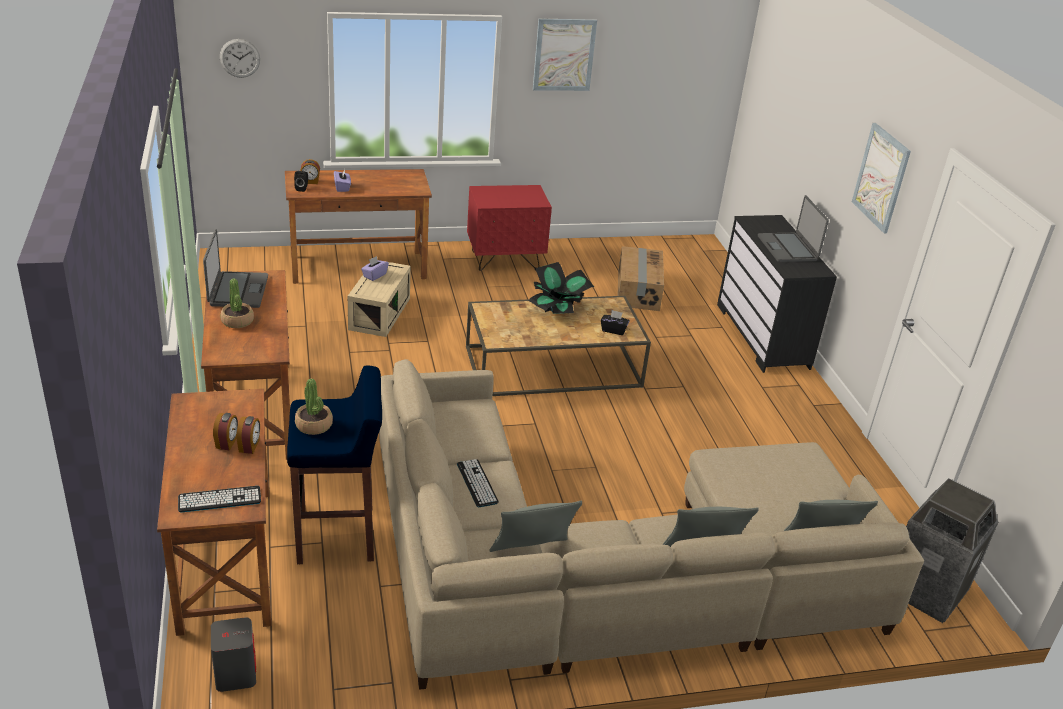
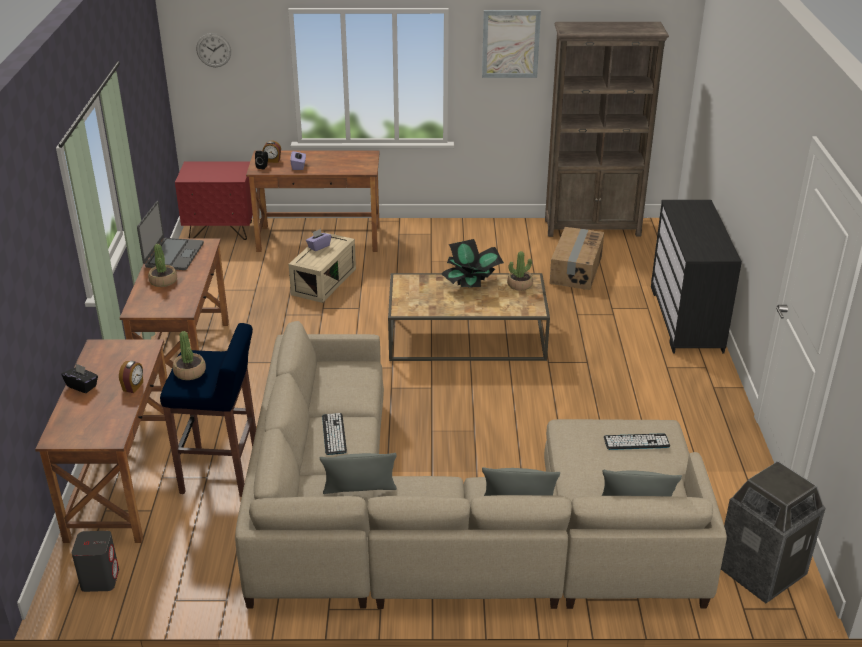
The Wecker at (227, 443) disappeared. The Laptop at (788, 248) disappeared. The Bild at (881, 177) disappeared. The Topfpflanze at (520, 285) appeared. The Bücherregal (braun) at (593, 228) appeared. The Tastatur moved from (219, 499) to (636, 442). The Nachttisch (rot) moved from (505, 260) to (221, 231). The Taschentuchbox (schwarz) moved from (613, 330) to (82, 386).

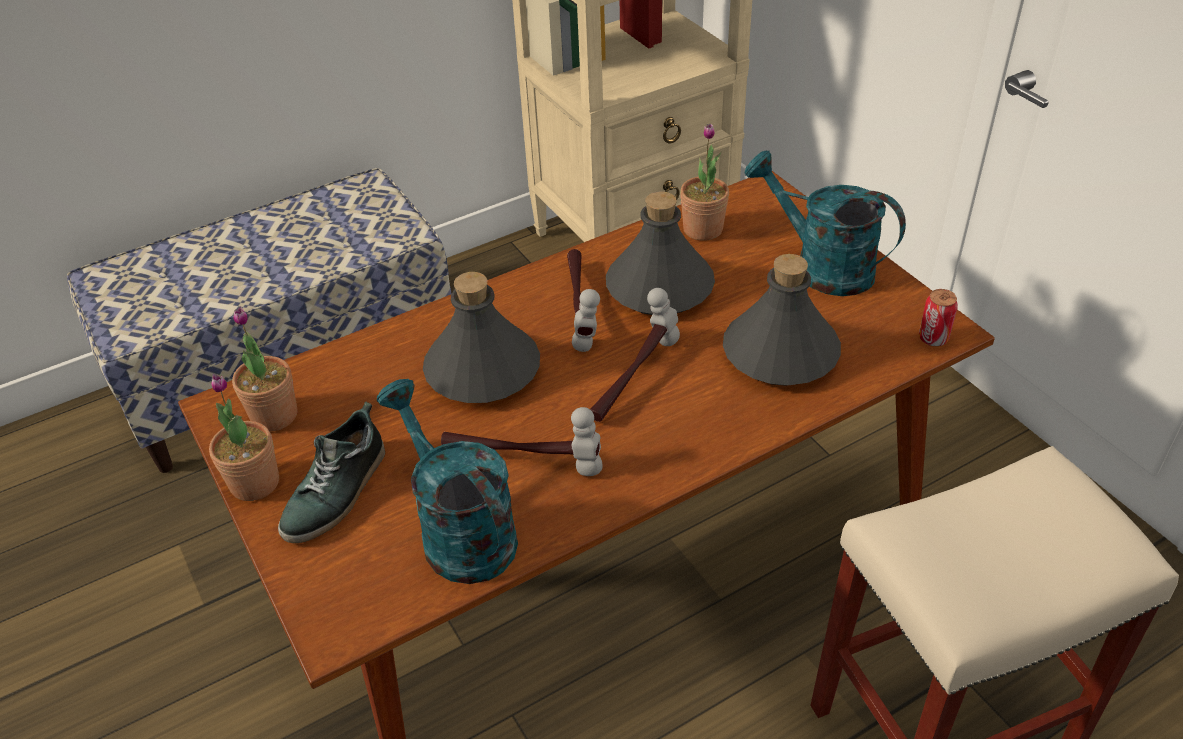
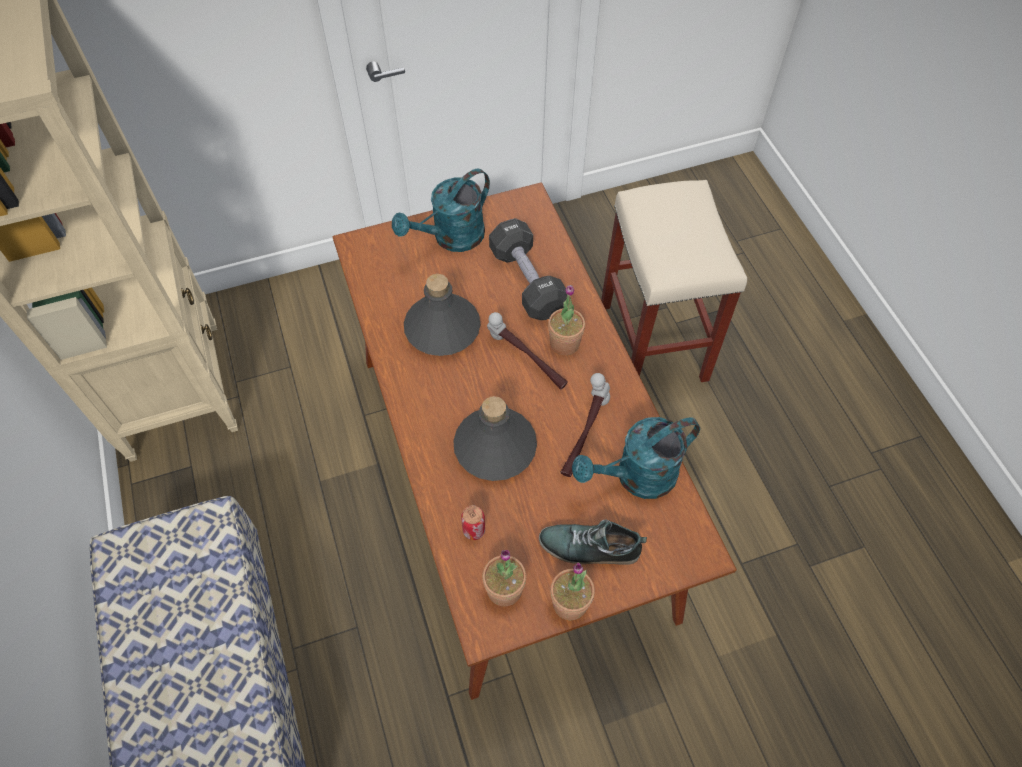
The Hammer at (581, 307) disappeared. The Topfpflanze moved from (703, 229) to (564, 343). The Dose moved from (933, 338) to (474, 530). The Flasche (grau) at (780, 354) was replaced by the Hantel (schwarz) at (527, 281). The Schuh at (337, 492) turned 150 degrees clockwise.

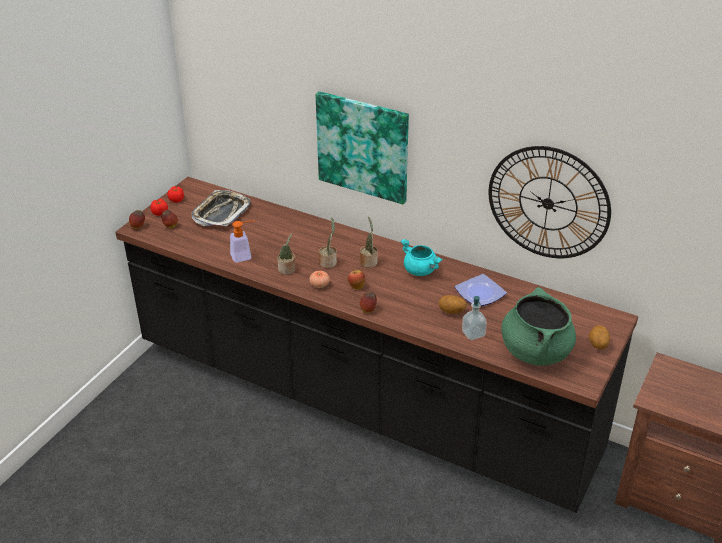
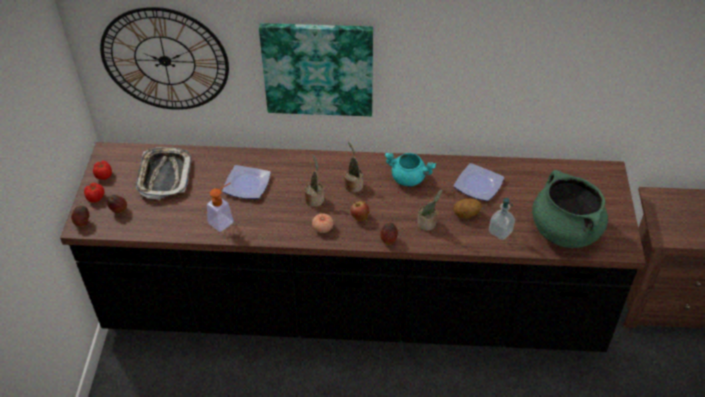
The Kartoffel at (597, 345) disappeared. The Teller at (246, 184) appeared. The Topfpflanze moved from (287, 270) to (428, 224). The Wanduhr moved from (548, 203) to (165, 60).

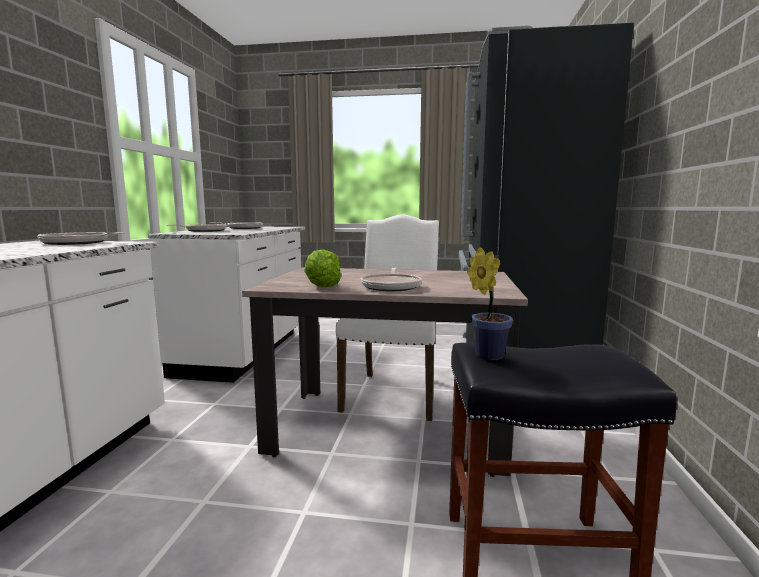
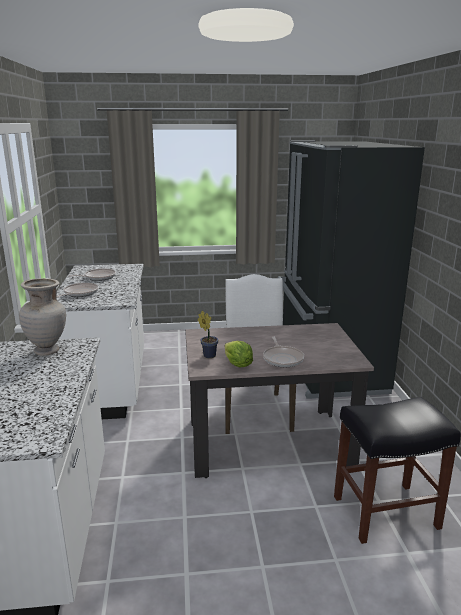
The Topfpflanze moved from (486, 355) to (208, 355). The Pfanne at (77, 243) was replaced by the Vase (beige) at (48, 351).

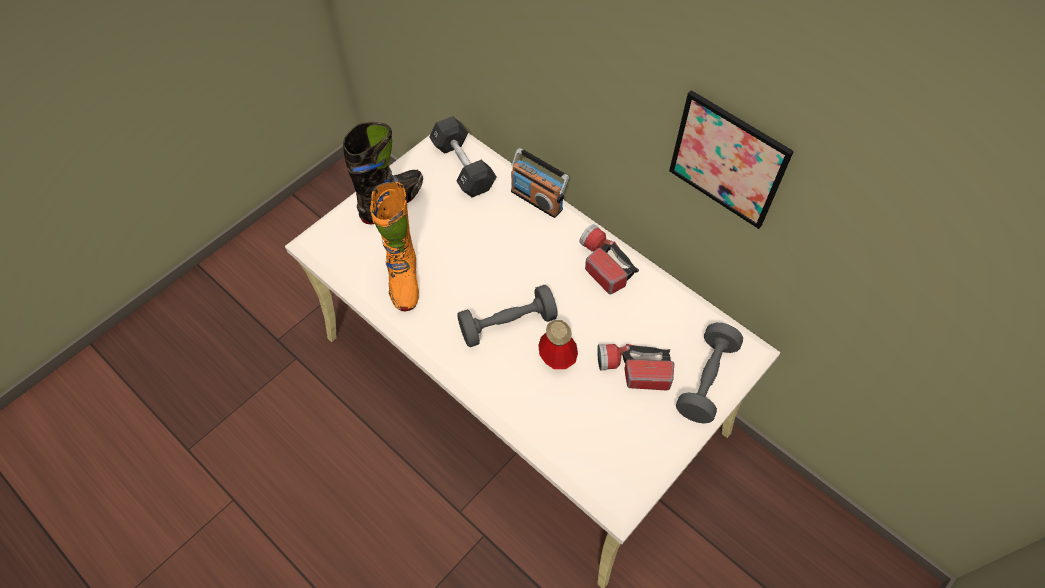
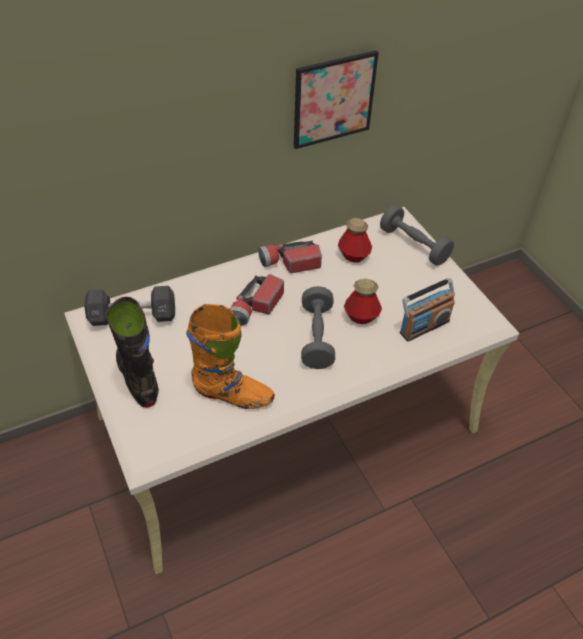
The Flasche at (353, 255) appeared. The Radio moved from (537, 199) to (424, 326). The Taschenlampe moved from (633, 370) to (255, 307).

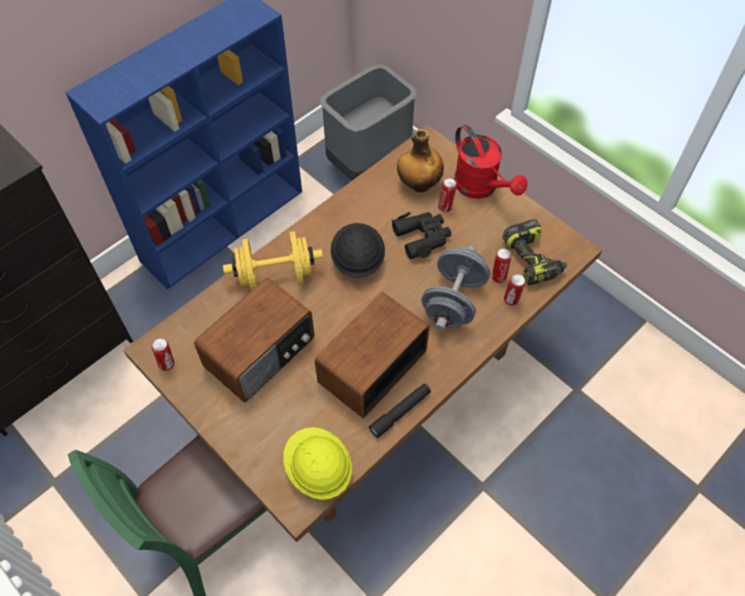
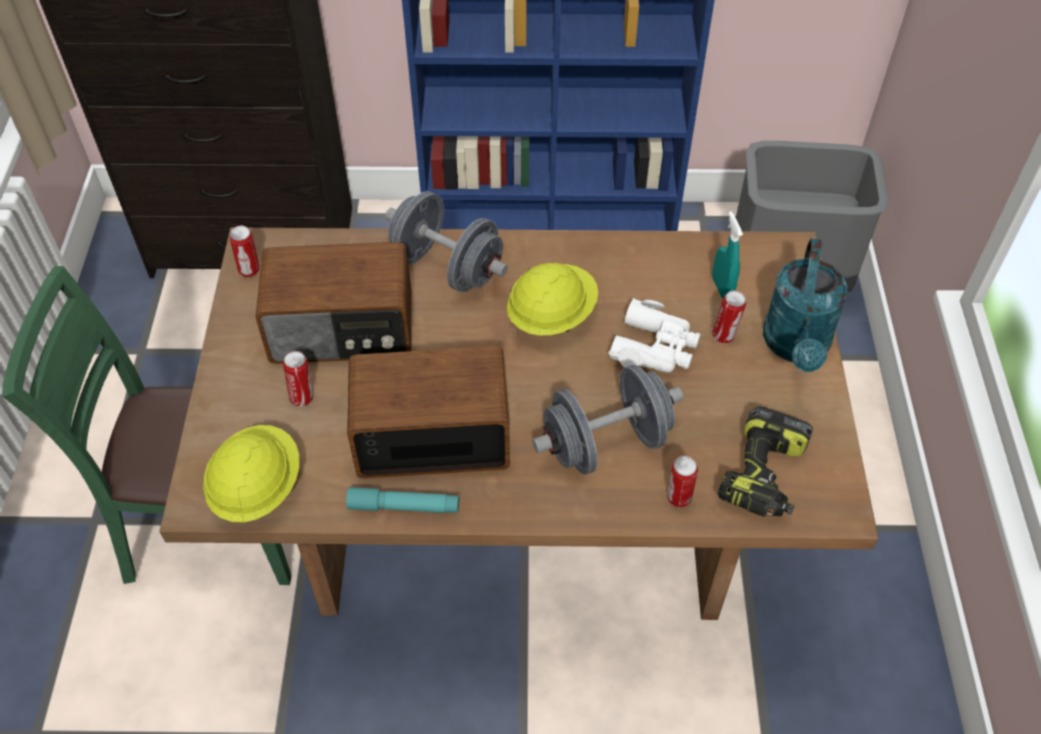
The Dose moved from (498, 277) to (302, 397). The Flasche at (419, 184) was replaced by the Sprühflasche (türkis) at (722, 288). The Hantel (gelb) at (276, 276) became the Hantel (grau) at (447, 267). The Schutzhelm (schwarz) at (357, 260) became the Schutzhelm (gelb) at (551, 315). The Taschenlampe (schwarz) at (400, 412) became the Taschenlampe (türkis) at (404, 506). The Fernglas (schwarz) at (422, 237) became the Fernglas (weiß) at (655, 347). The Gießkanne (rot) at (481, 188) became the Gießkanne (türkis) at (797, 347).

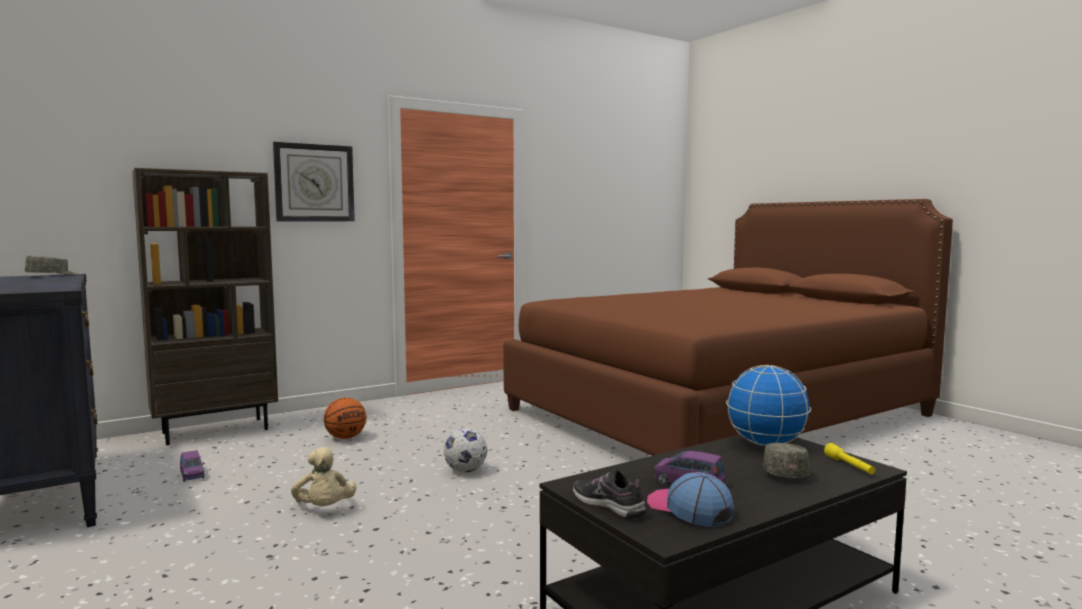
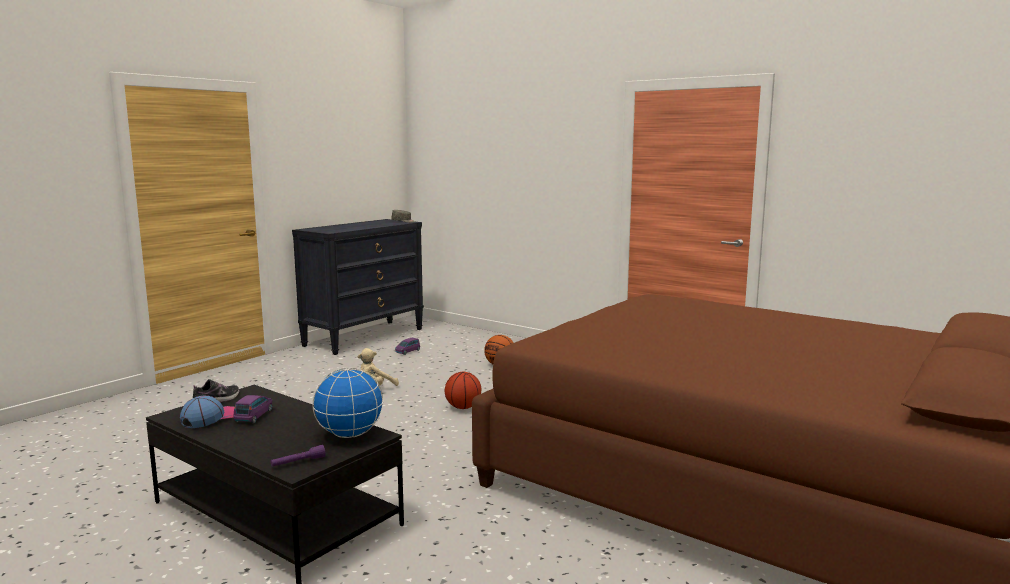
The Bücherregal (braun) at (216, 430) disappeared. The Wanduhr at (314, 183) disappeared. The Kappe (grau) at (783, 472) disappeared. The Fußball at (465, 470) was replaced by the Basketball at (463, 407). The Taschenlampe (gelb) at (849, 466) became the Taschenlampe (lila) at (298, 462).

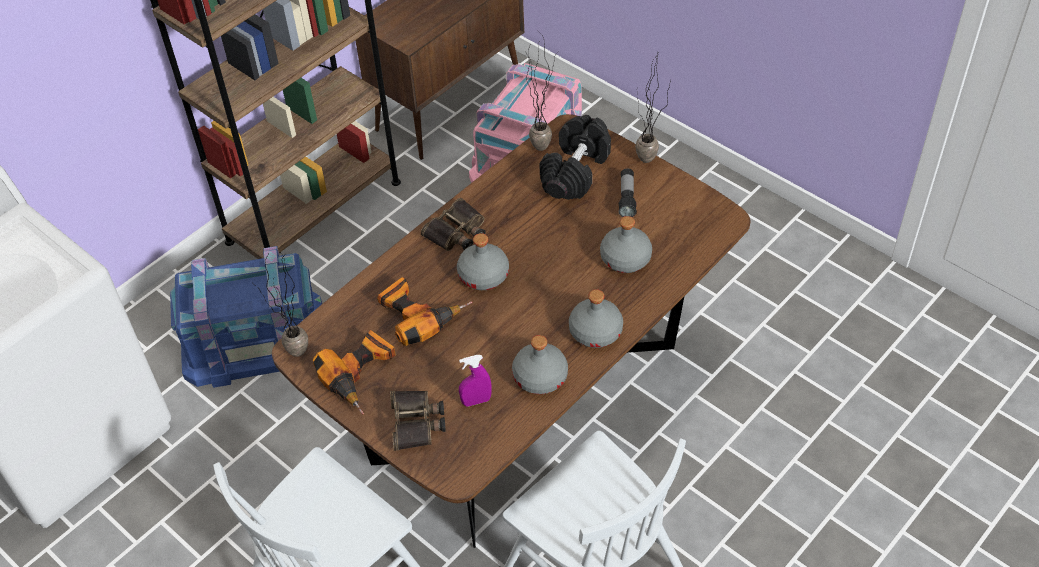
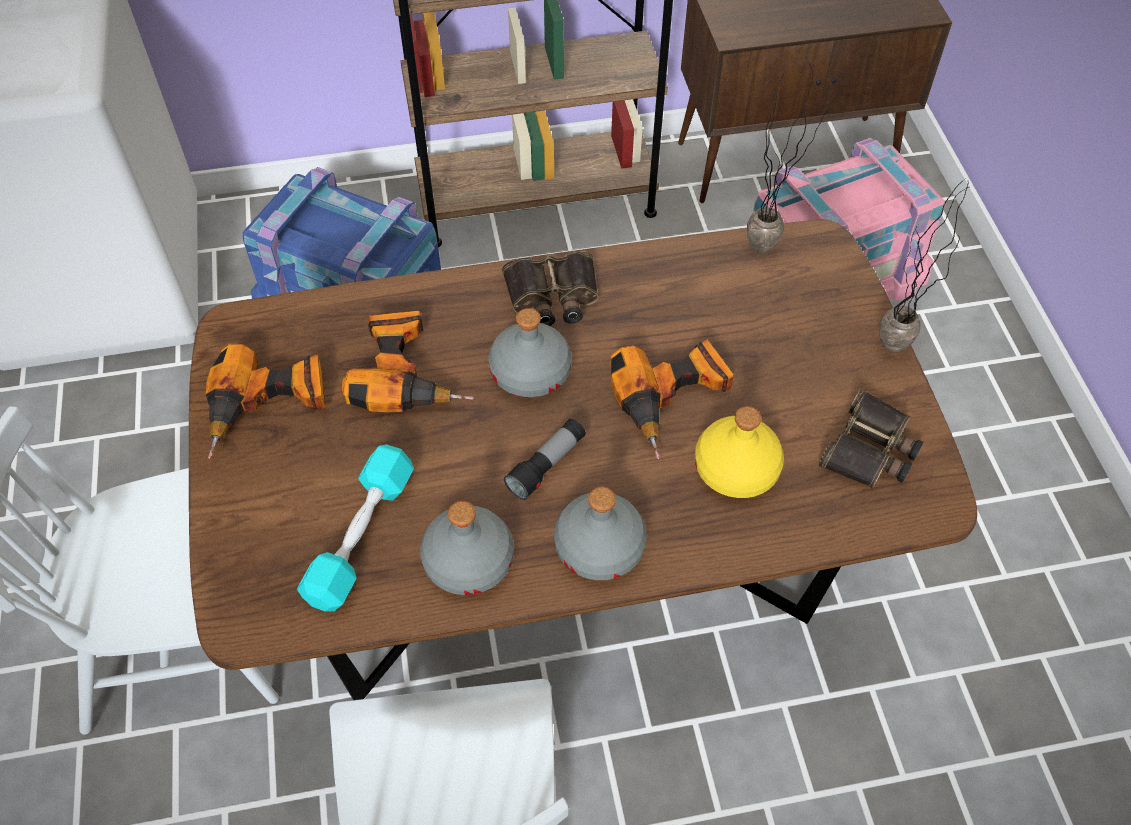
The Topfpflanze at (294, 358) disappeared. The Hantel (schwarz) at (575, 171) disappeared. The Bohrmaschine at (673, 400) appeared. The Fernglas moved from (417, 423) to (870, 450). The Taschenlampe moved from (627, 198) to (546, 465). The Sprühflasche (lila) at (476, 401) was replaced by the Hantel (türkis) at (361, 537). The Flasche (grau) at (625, 259) became the Flasche (gelb) at (735, 469).

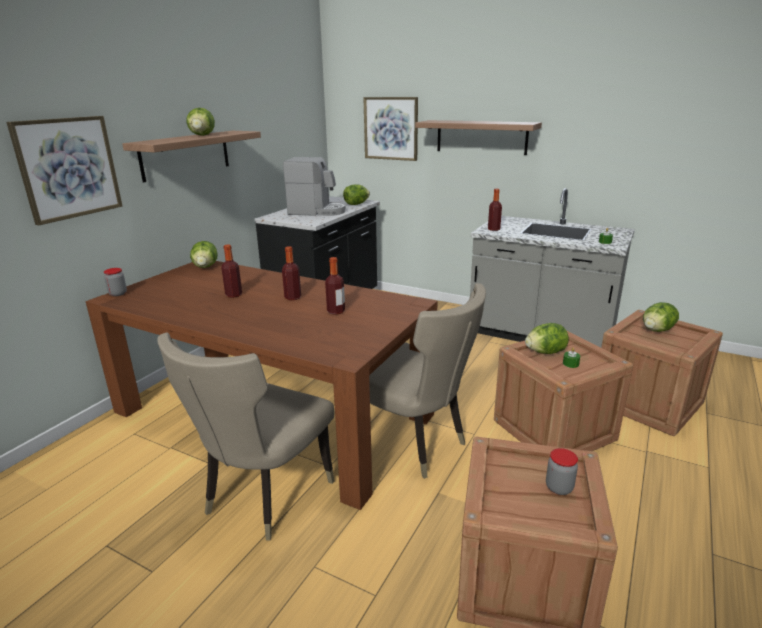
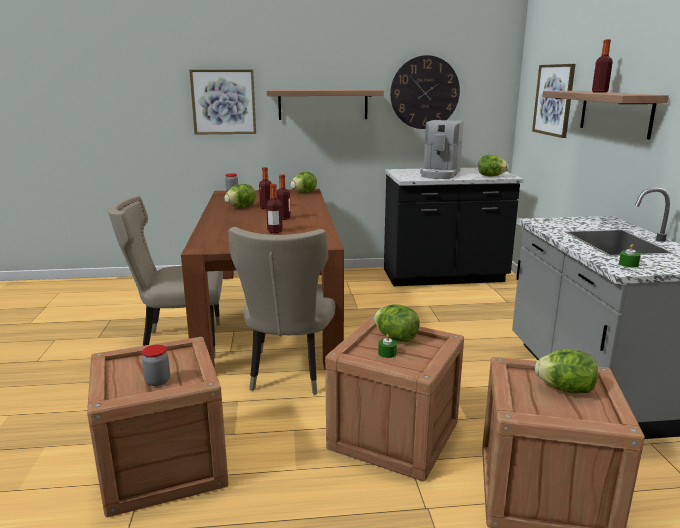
The Wanduhr at (424, 92) appeared. The Salatkopf moved from (202, 135) to (241, 207). The Flasche moved from (493, 229) to (599, 92). The Kaffeemaschine at (317, 211) turned 45 degrees clockwise.

